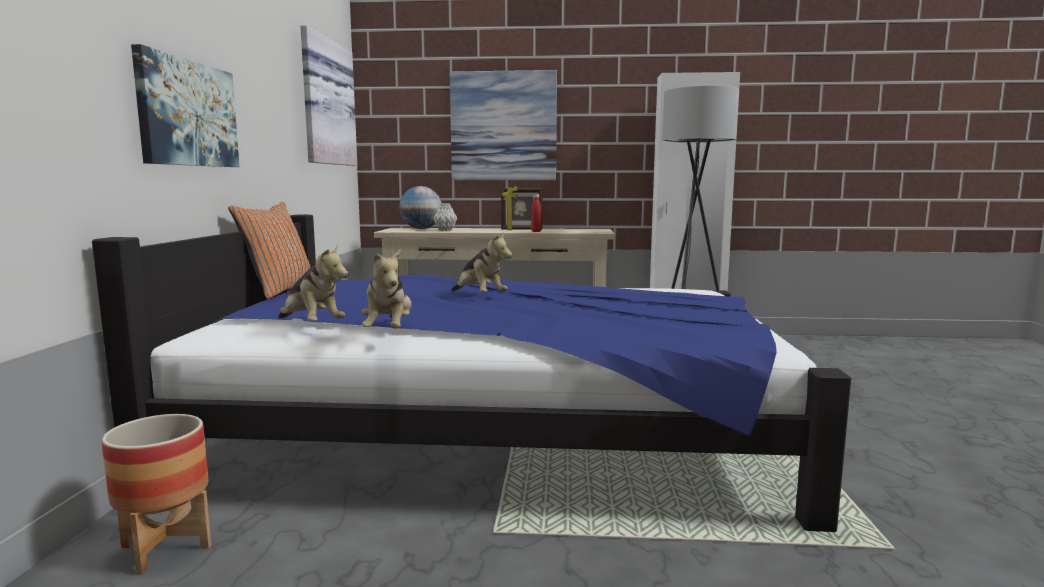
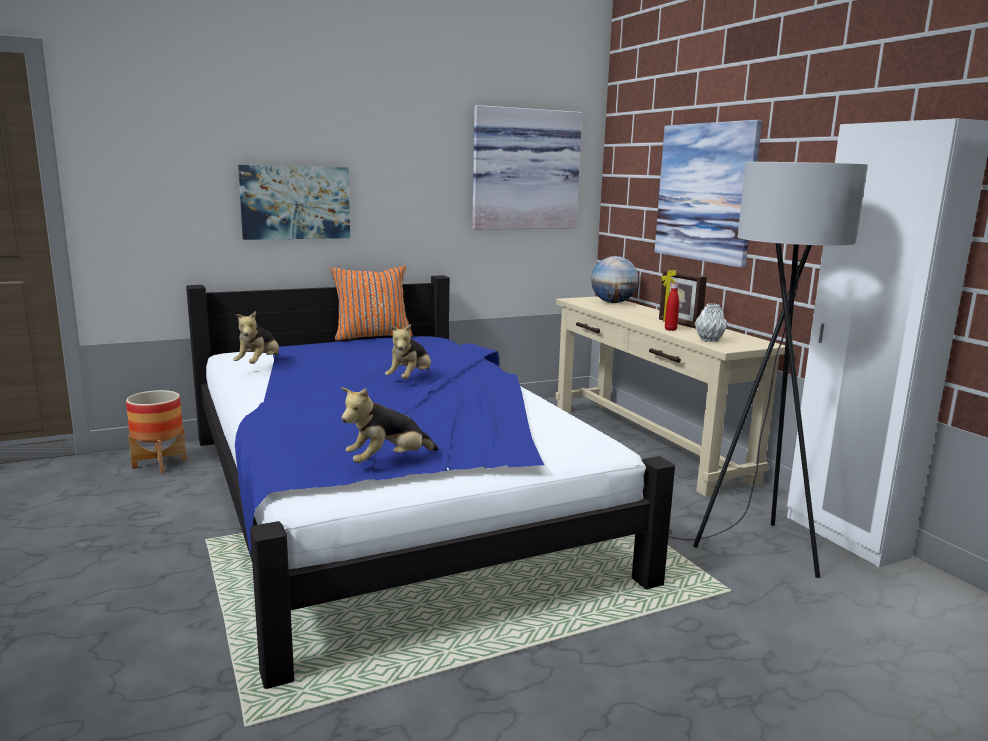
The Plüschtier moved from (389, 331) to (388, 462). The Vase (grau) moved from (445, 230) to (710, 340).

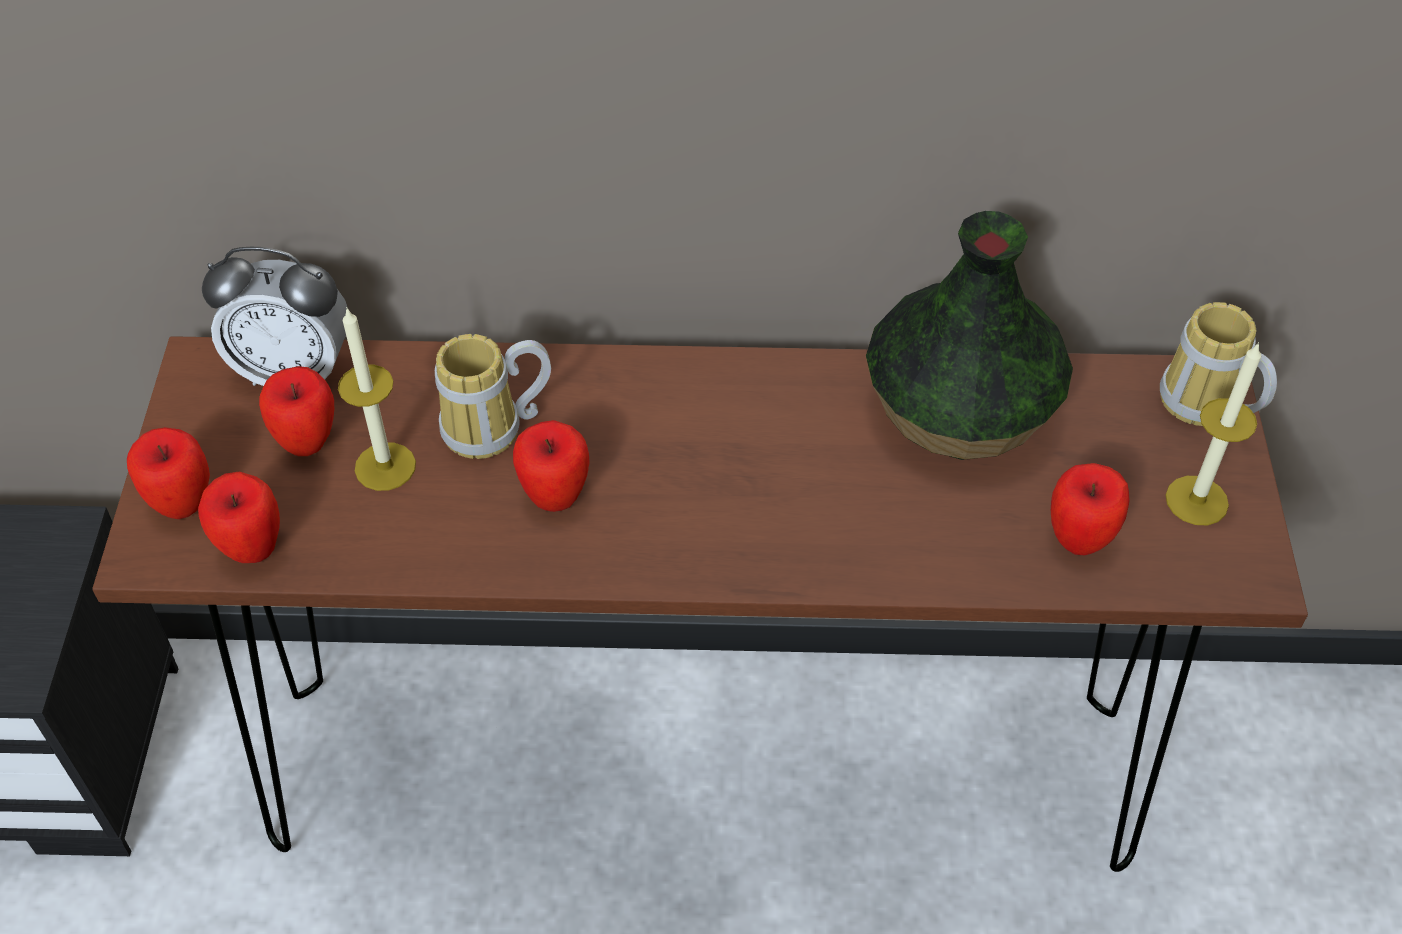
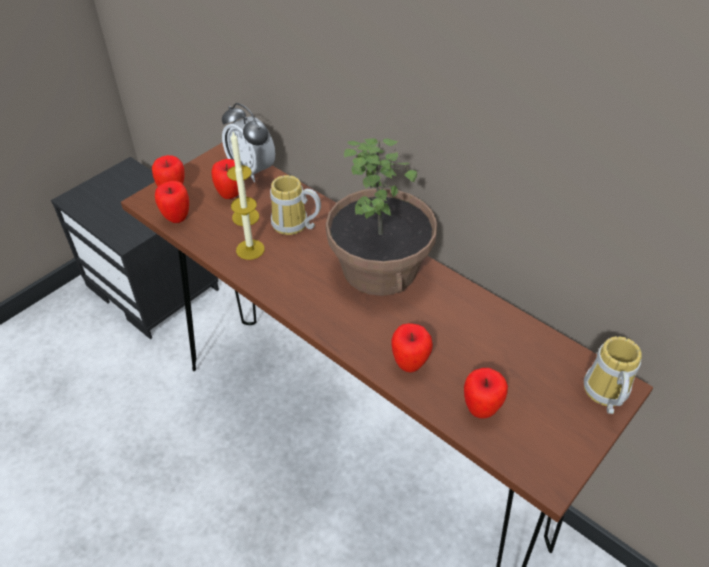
The Vase at (961, 408) disappeared. The Topfpflanze at (381, 268) appeared. The Apfel moved from (555, 496) to (409, 364). The Kerze moved from (1196, 500) to (250, 249).

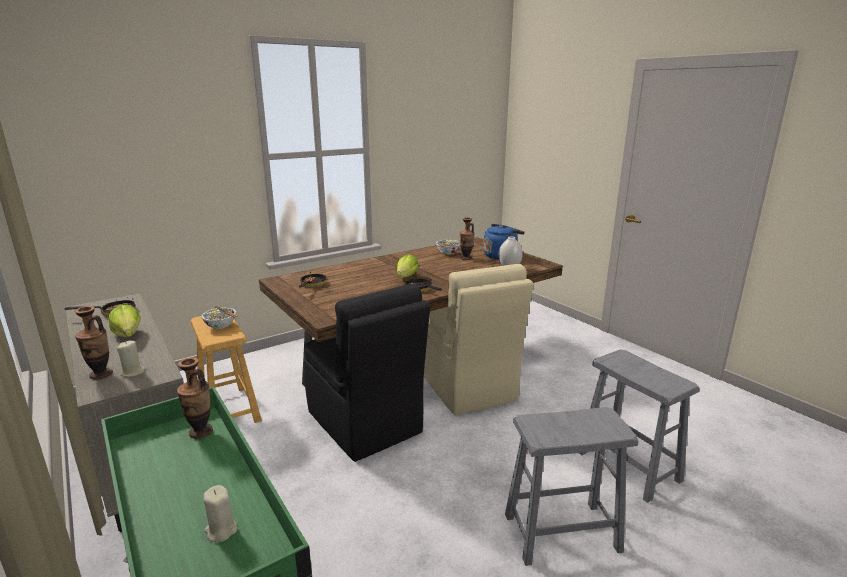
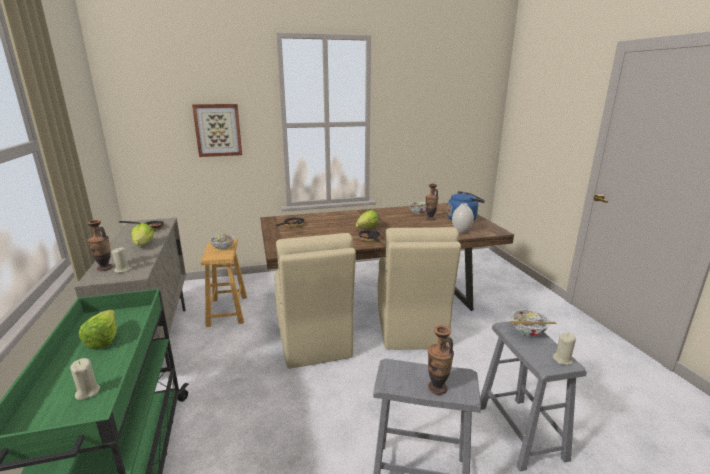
The Salatkopf at (106, 337) appeared. The Bild at (218, 130) appeared. The Schüssel at (528, 332) appeared. The Kerze (beige) at (562, 359) appeared. The Vase moved from (201, 432) to (437, 388). The Stuhl (schwarz) at (365, 424) became the Stuhl (beige) at (313, 341).

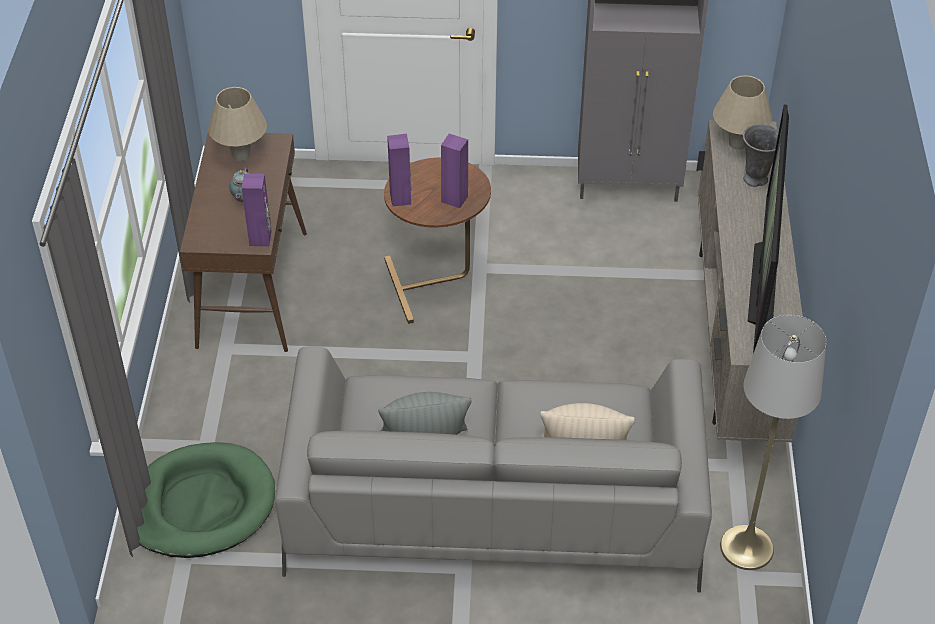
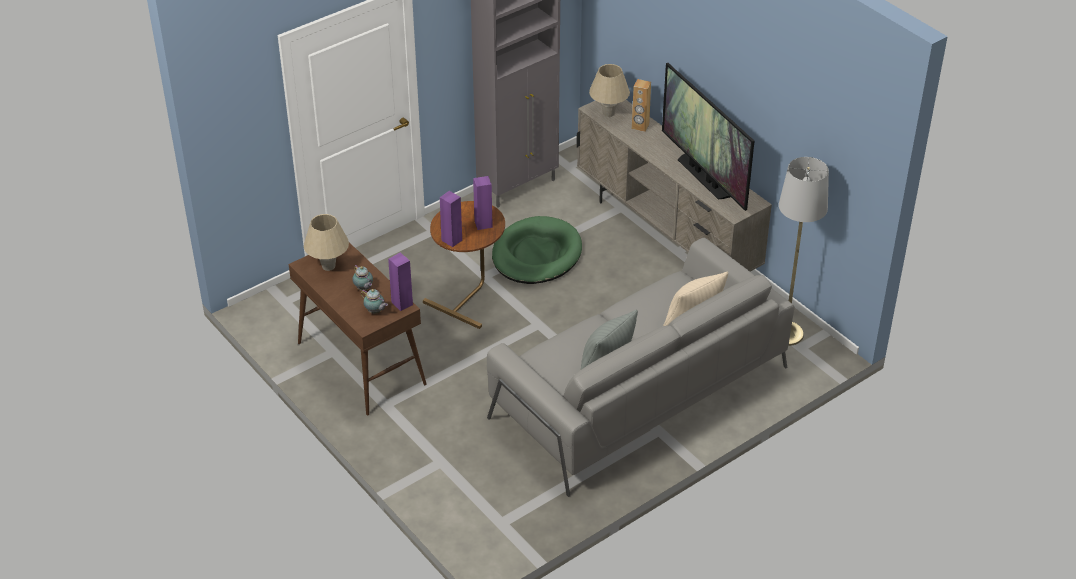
The Teekanne at (375, 312) appeared. The Hundebett (grün) moved from (200, 505) to (536, 254). The Vase (grau) at (756, 180) was replaced by the Lautsprecher (braun) at (640, 126).

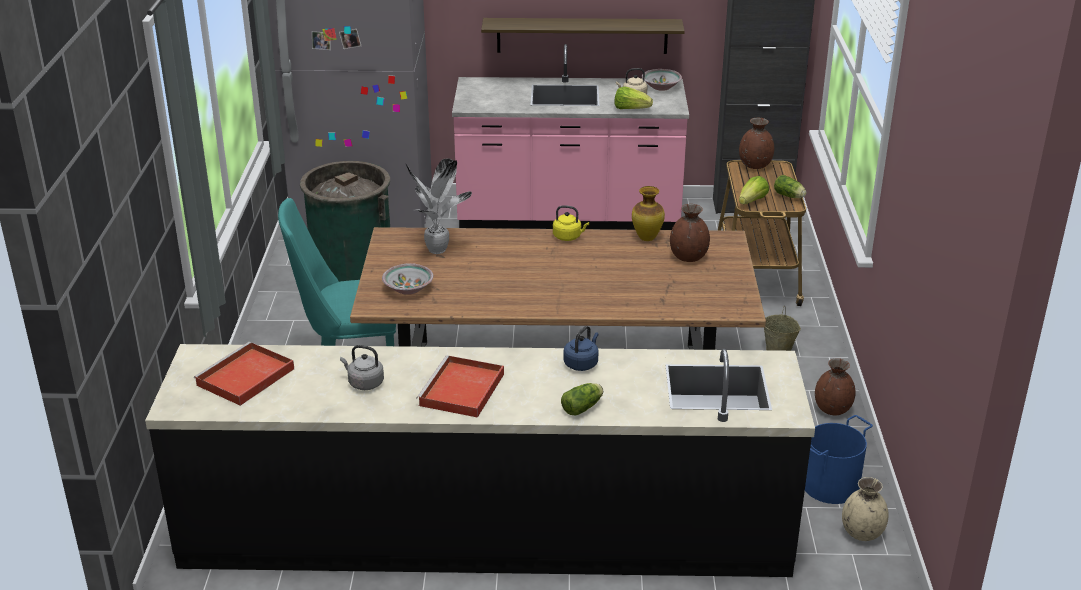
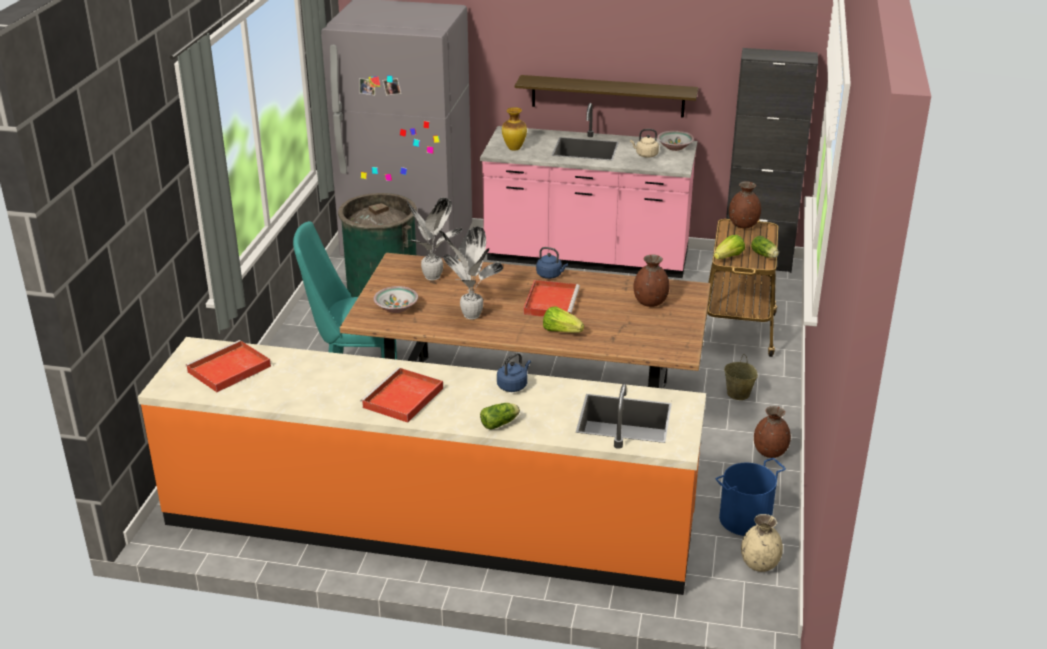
The Wasserkessel (grau) at (364, 383) disappeared. The Topfpflanze at (470, 315) appeared. The Tablett (rot) at (551, 301) appeared. The Salatkopf moved from (631, 109) to (561, 331). The Vase moved from (647, 238) to (514, 149). The Küchenzeile (schwarz) at (486, 531) became the Küchenzeile (orange) at (429, 523). The Wasserkessel (gelb) at (568, 237) became the Wasserkessel (blau) at (550, 275).

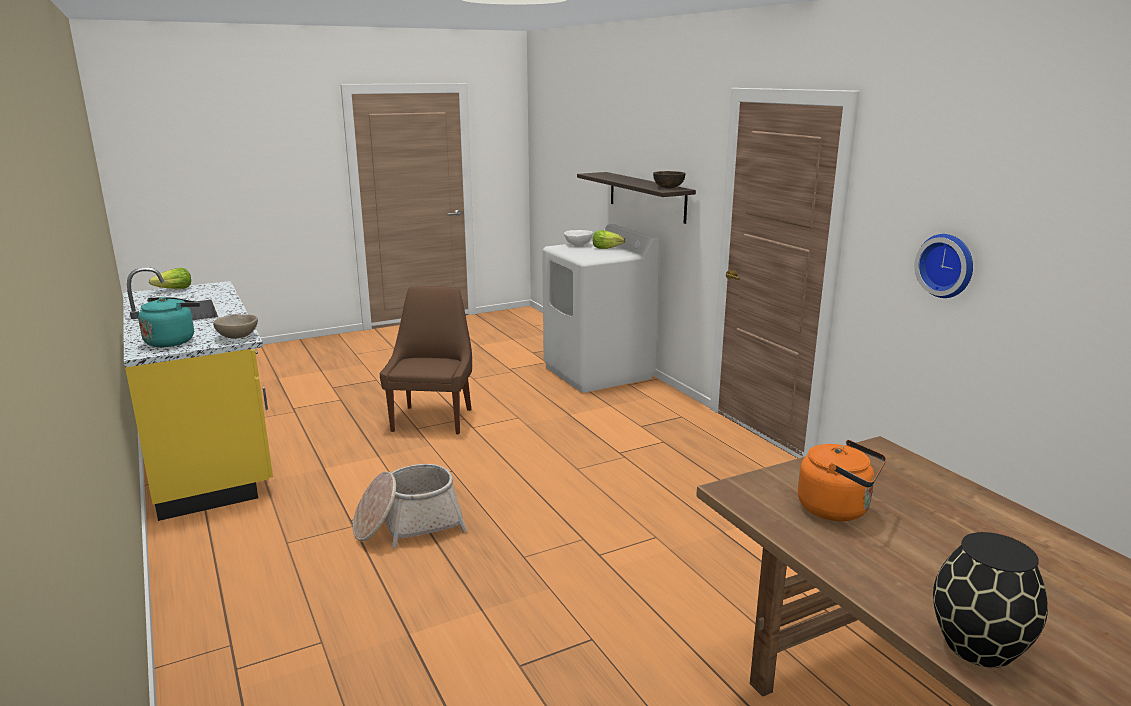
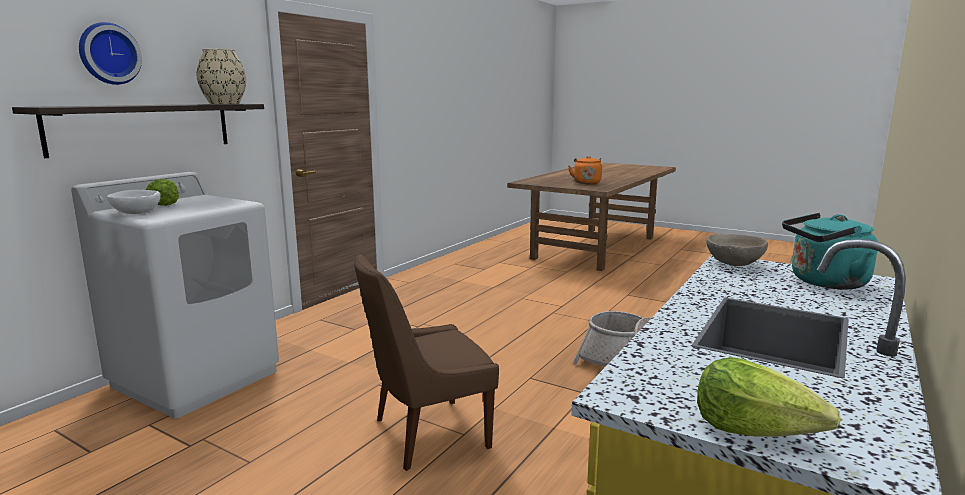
The Vase (schwarz) at (978, 647) disappeared. The Wanduhr moved from (947, 265) to (108, 54). The Schüssel (braun) at (668, 187) was replaced by the Vase (beige) at (223, 103).

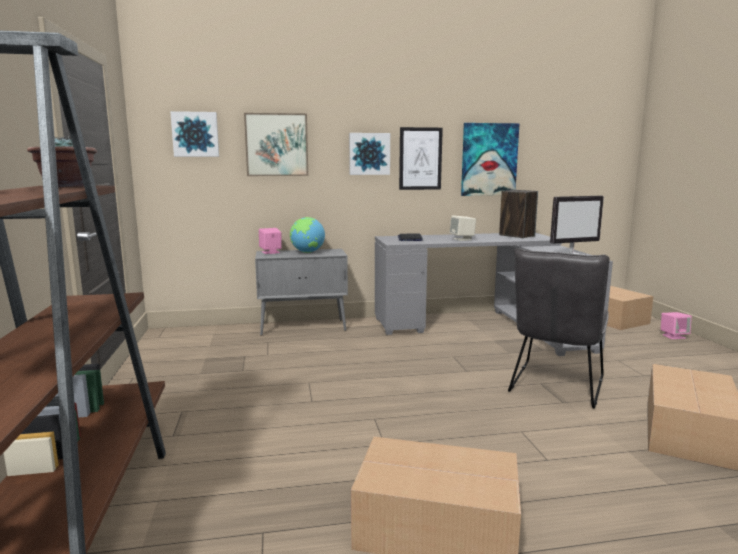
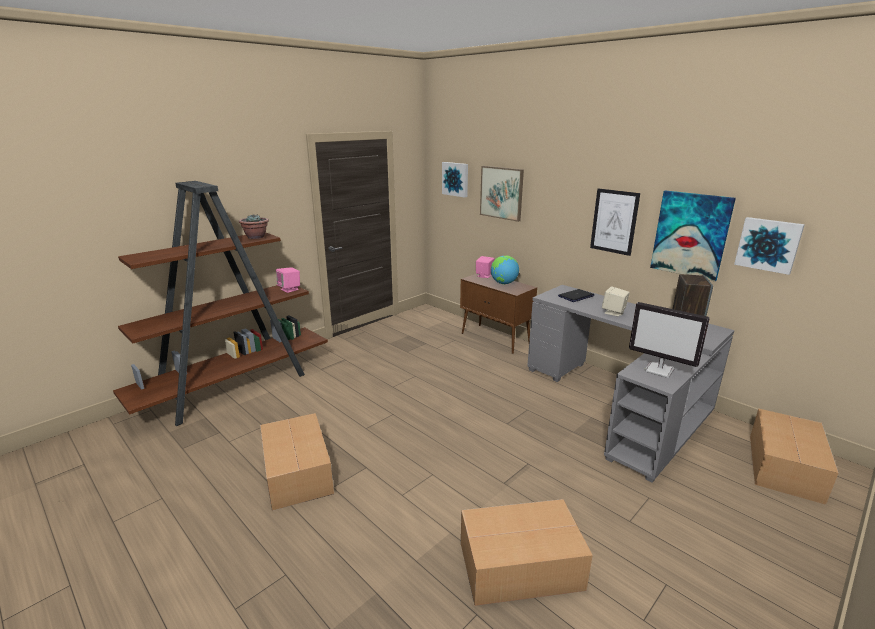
The Stuhl (grau) at (555, 387) disappeared. The Bild moved from (369, 154) to (768, 244). The Lautsprecher (rosa) moved from (673, 336) to (289, 289). The Schrank (grau) at (303, 327) became the Schrank (braun) at (495, 339).

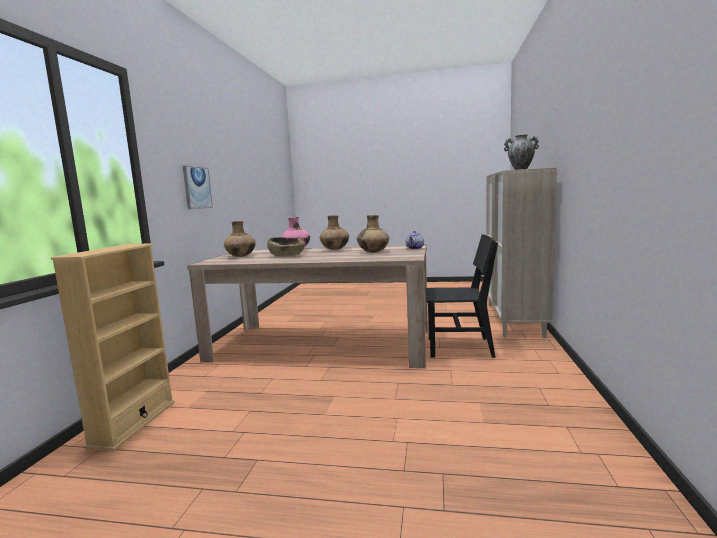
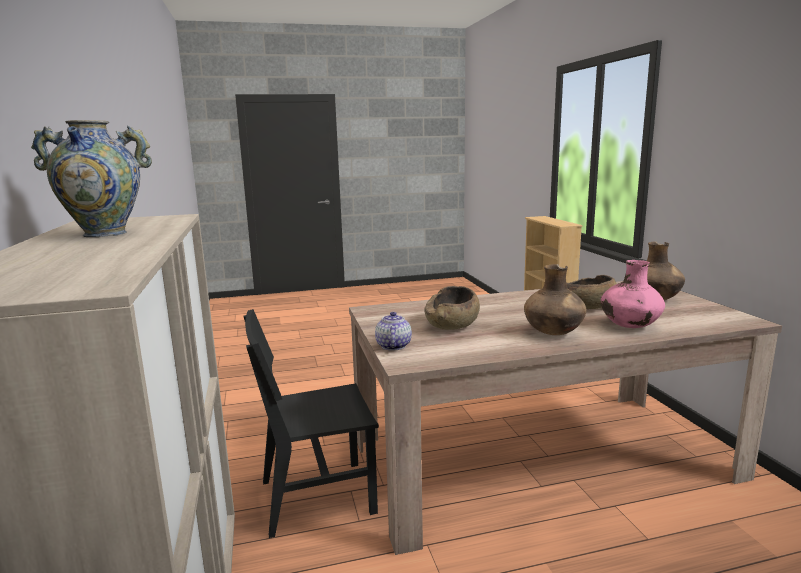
The Bild at (197, 187) disappeared. The Vase (braun) at (373, 252) was replaced by the Schüssel (braun) at (452, 324).

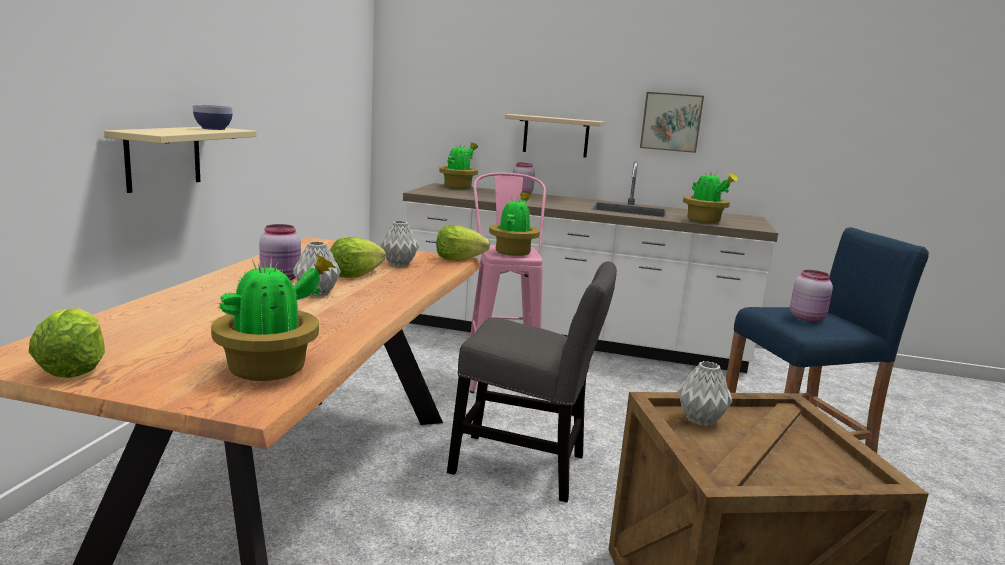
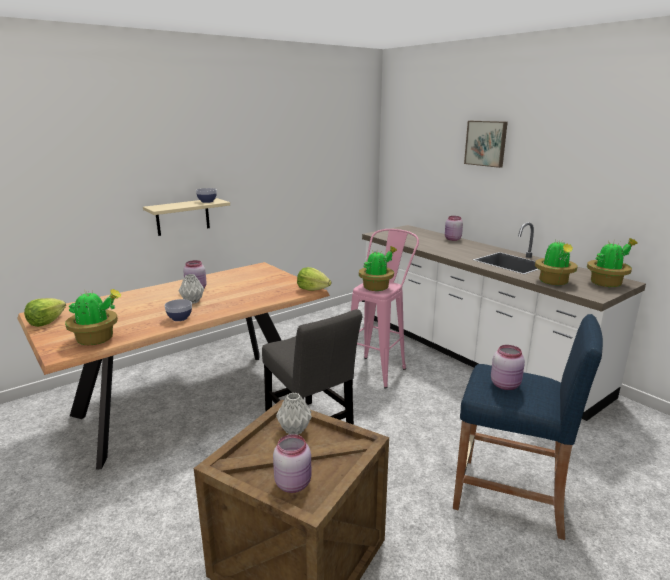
The Salatkopf at (355, 275) disappeared. The Vase (grau) at (399, 264) disappeared. The Wandregal (beige) at (556, 136) disappeared. The Schüssel at (179, 318) appeared. The Vorratsglas (rosa) at (294, 483) appeared. The Topfpflanze moved from (458, 187) to (607, 283). The Bild moved from (671, 122) to (486, 143).

